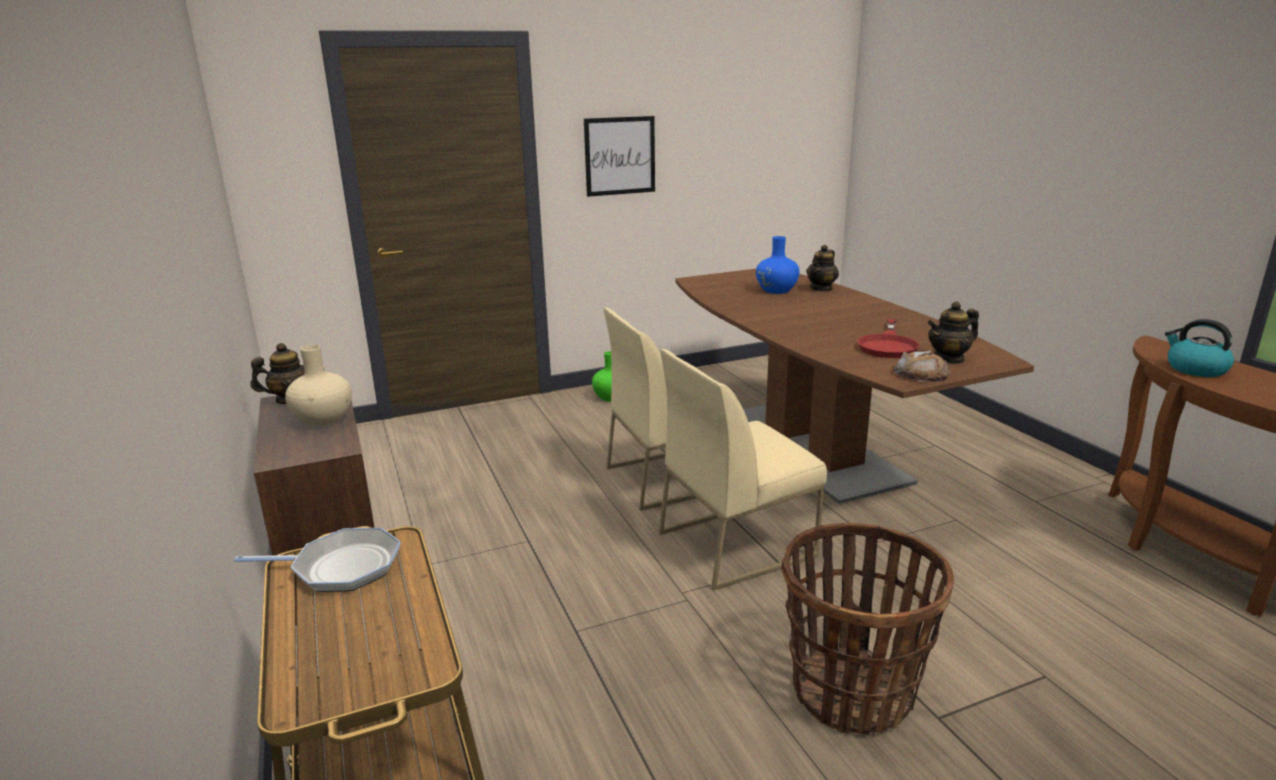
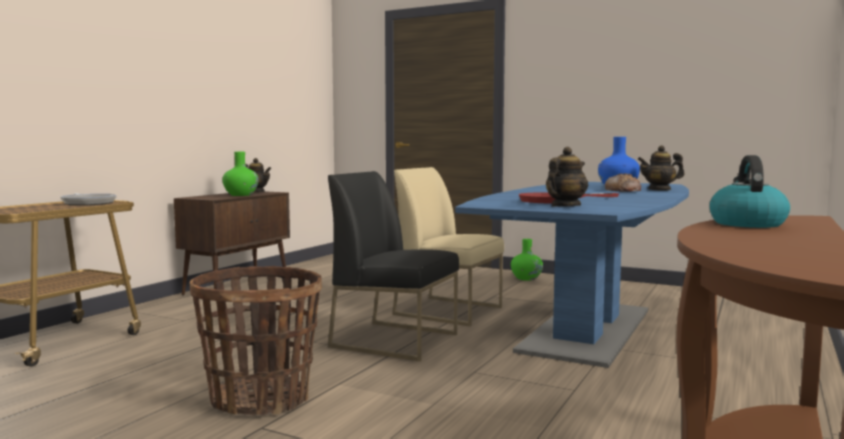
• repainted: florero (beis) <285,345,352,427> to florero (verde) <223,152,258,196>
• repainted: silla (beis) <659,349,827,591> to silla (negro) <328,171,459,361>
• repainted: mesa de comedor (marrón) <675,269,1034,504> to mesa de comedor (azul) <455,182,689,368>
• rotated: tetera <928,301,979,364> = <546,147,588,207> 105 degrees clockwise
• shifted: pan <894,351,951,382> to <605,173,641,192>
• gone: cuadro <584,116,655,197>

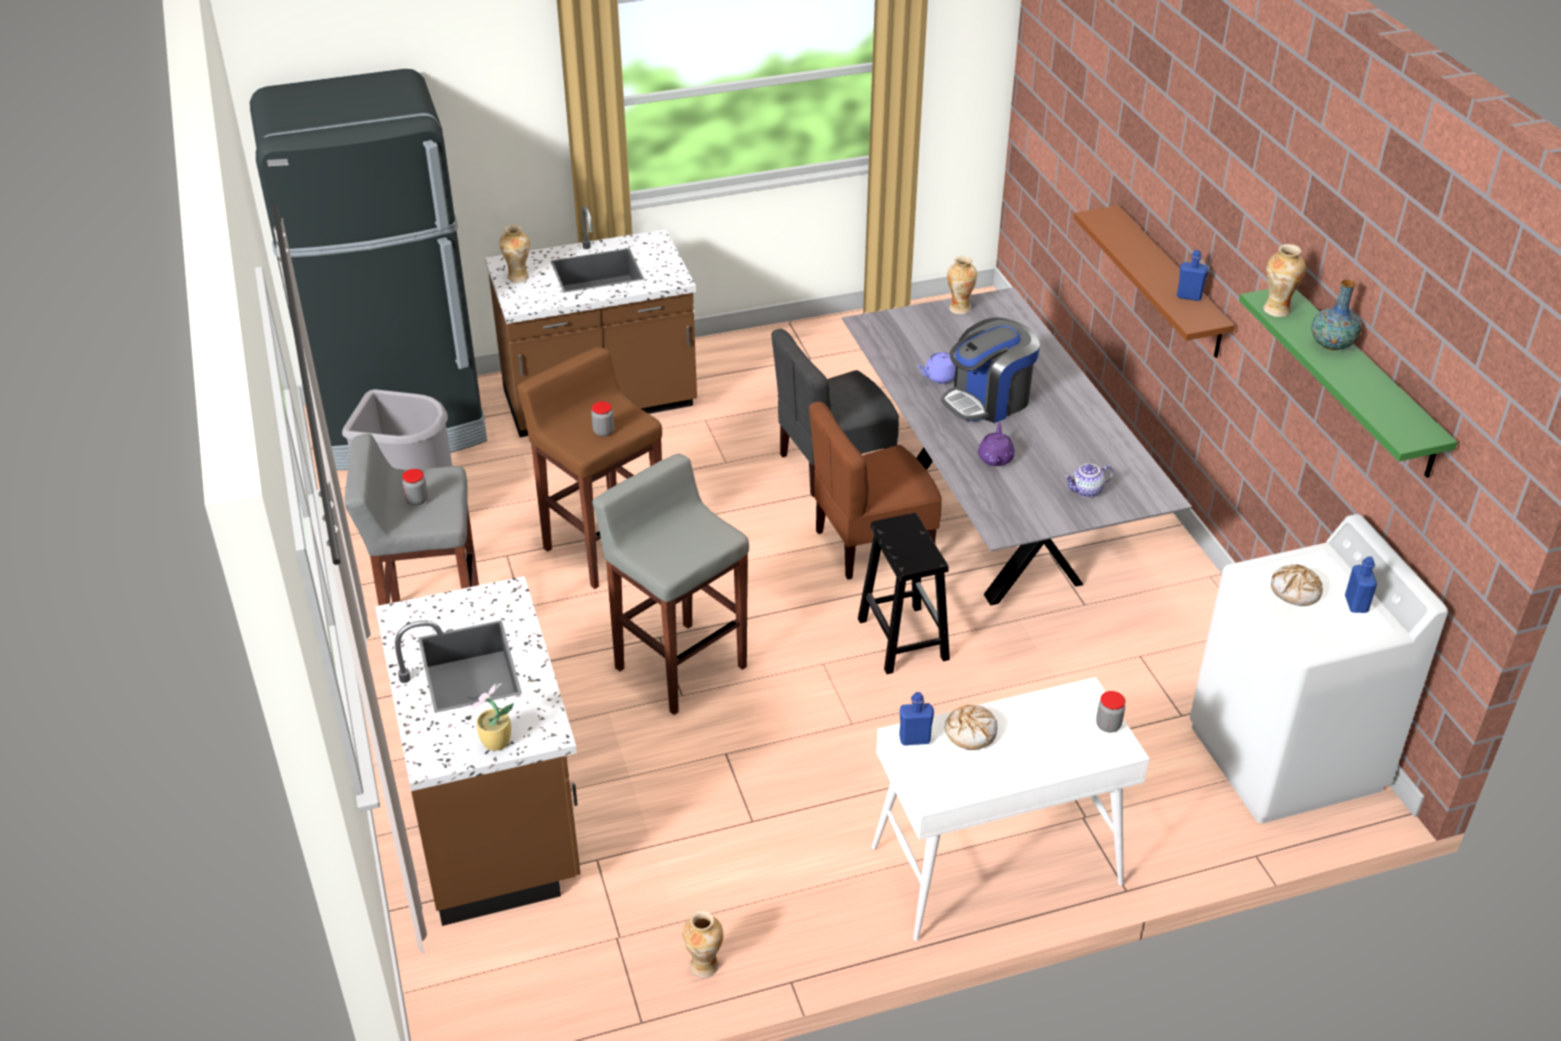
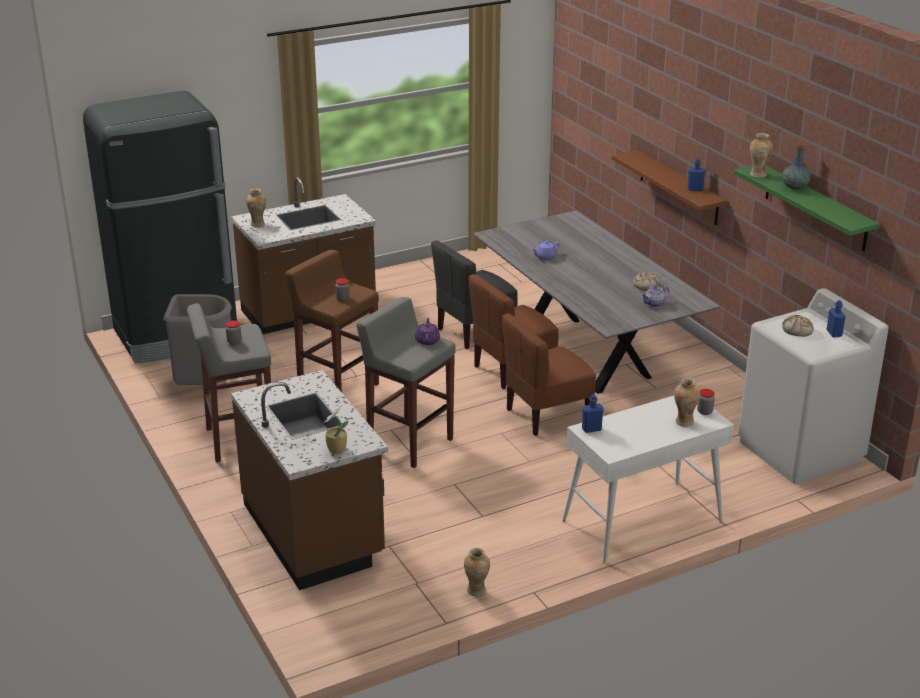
• shifted: tetera (morado) <978,422,1015,466> to <415,318,440,345>
• swapped: taburete (negro) <858,513,950,674> to silla (marrón) <502,313,596,436>
• shifted: pan <945,704,997,750> to <633,272,660,291>
• shifted: florero <947,256,977,314> to <674,378,700,427>
• gone: cafetera <941,317,1040,423>

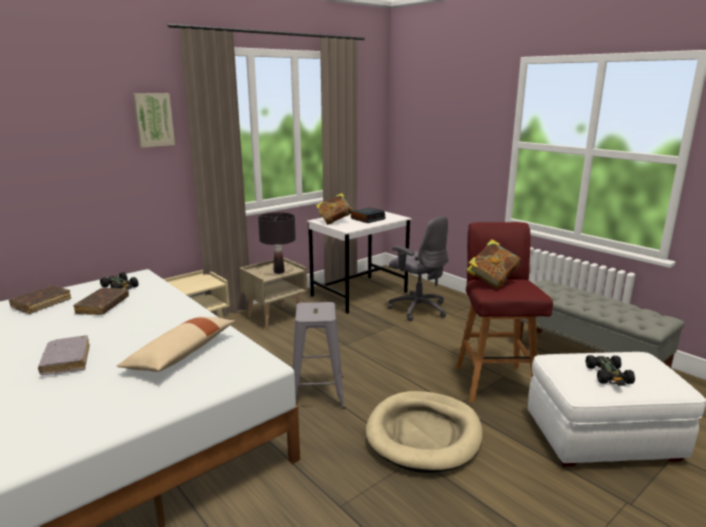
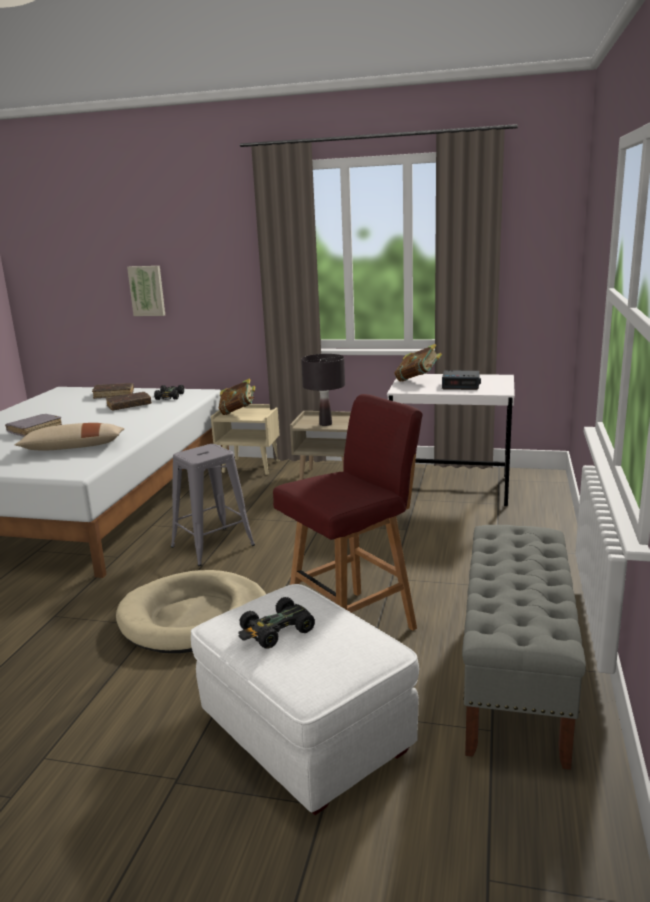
• shifted: cuadro <133,93,175,148> to <127,266,165,316>
• shifted: libro <466,239,521,288> to <219,378,255,415>
• gone: silla de oficina (gris) <388,216,449,321>

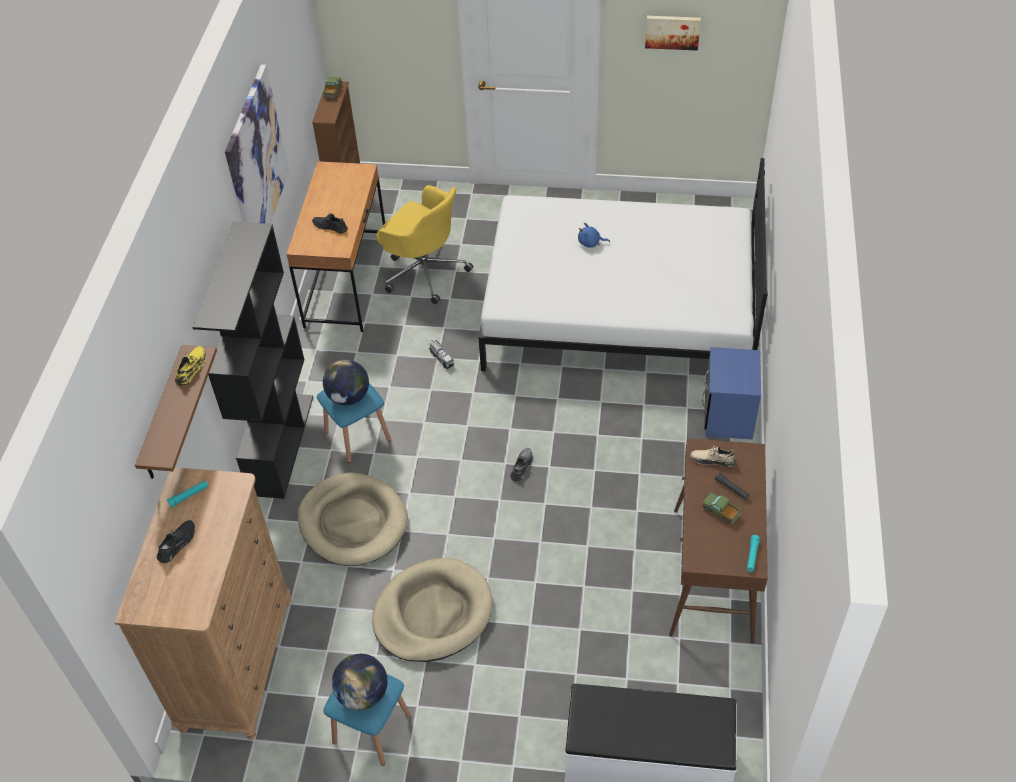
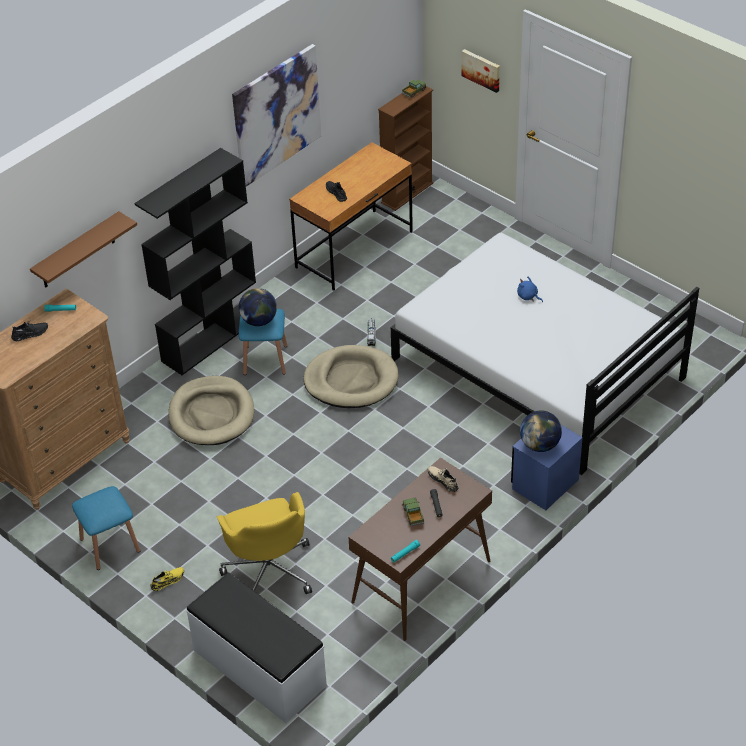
• shifted: zapato (amarillo) <175,346,206,385> to <150,567,184,591>
• shifted: silla de oficina (amarillo) <376,185,473,304> to <217,492,312,594>
• shifted: cama para perro (beis) <372,558,493,662> to <304,345,399,408>
• shifted: cuadro <645,16,701,51> to <462,49,500,93>
• shifted: globo terráqueo <332,654,388,710> to <520,410,562,452>
• gone: zapato (gris) <510,448,533,481>

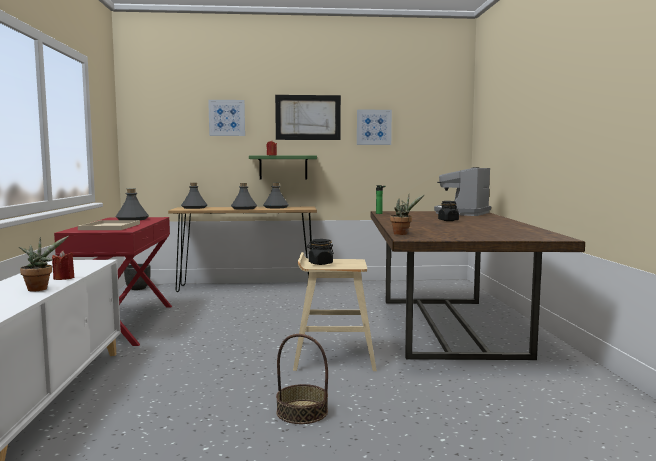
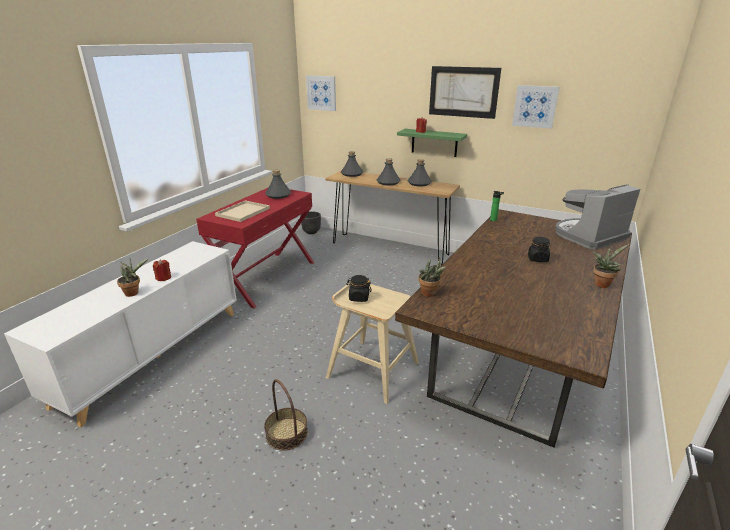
• shifted: cuadro <208,100,245,136> to <306,75,336,111>
• new: planta en maceta <592,244,629,288>

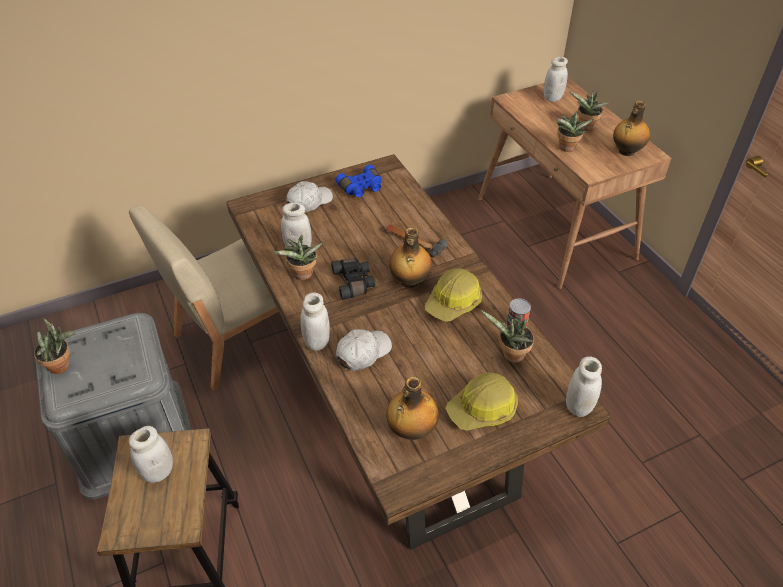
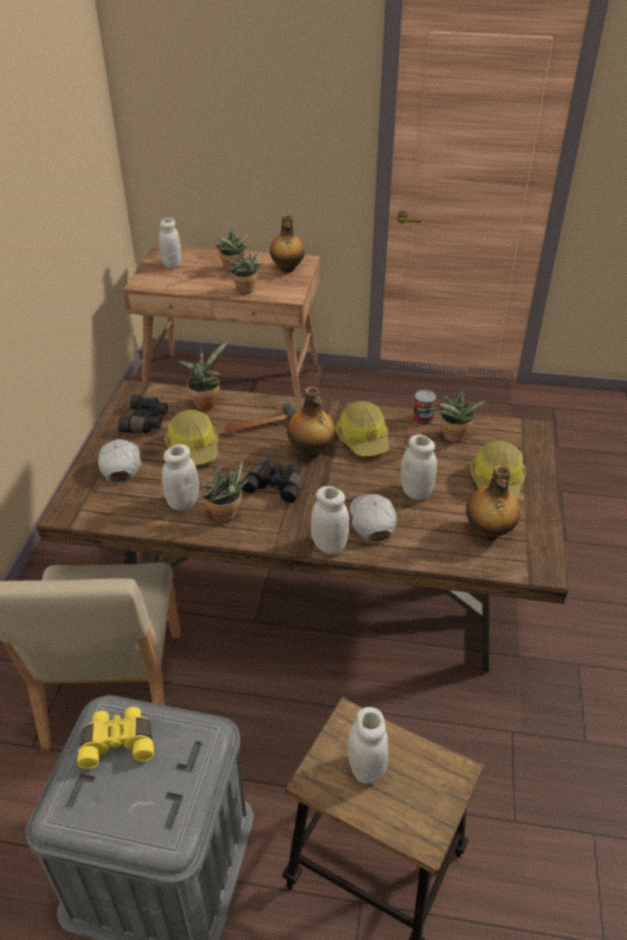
• new: prismáticos (amarillo) <77,707,154,769>
• repainted: prismáticos (azul) <335,165,382,197> to prismáticos (negro) <118,395,168,433>
• new: casco <164,410,218,465>
• shifted: planta en maceta <34,318,76,374> to <178,341,229,411>
• shifted: tarro (blanco) <566,356,602,417> to <401,435,437,500>

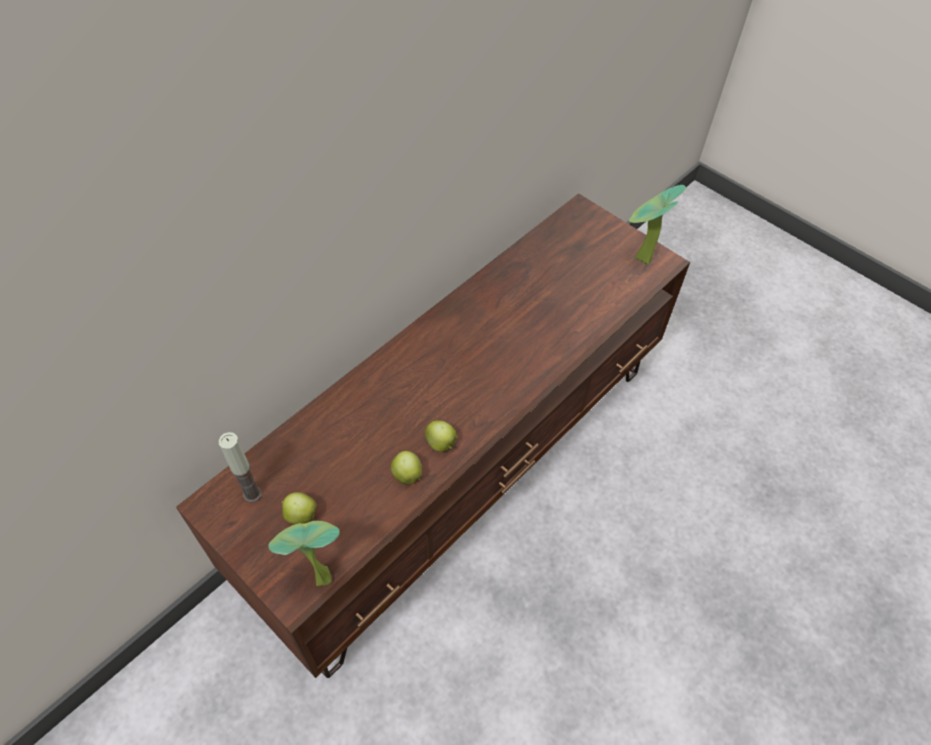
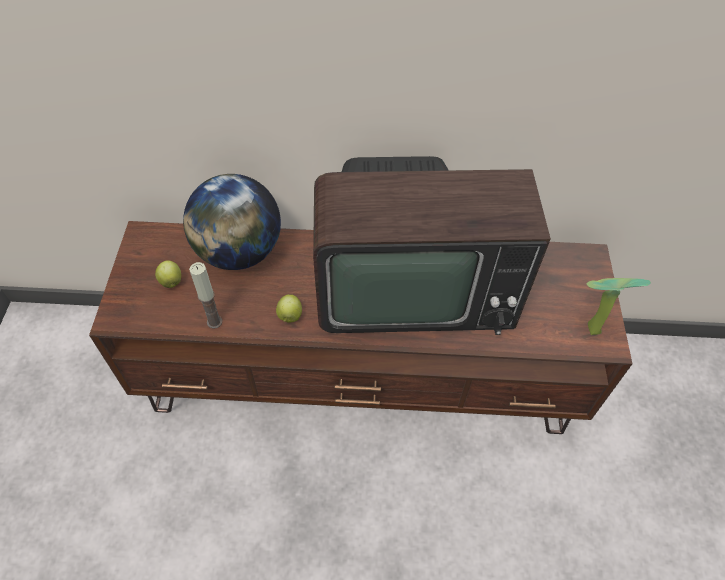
• new: globo terráqueo <183,174,281,270>
• shifted: vela <218,432,262,503> to <189,262,222,329>
• new: televisor <313,156,551,335>
• gone: planta en maceta <268,521,340,586>
• gone: manzana <391,451,422,485>

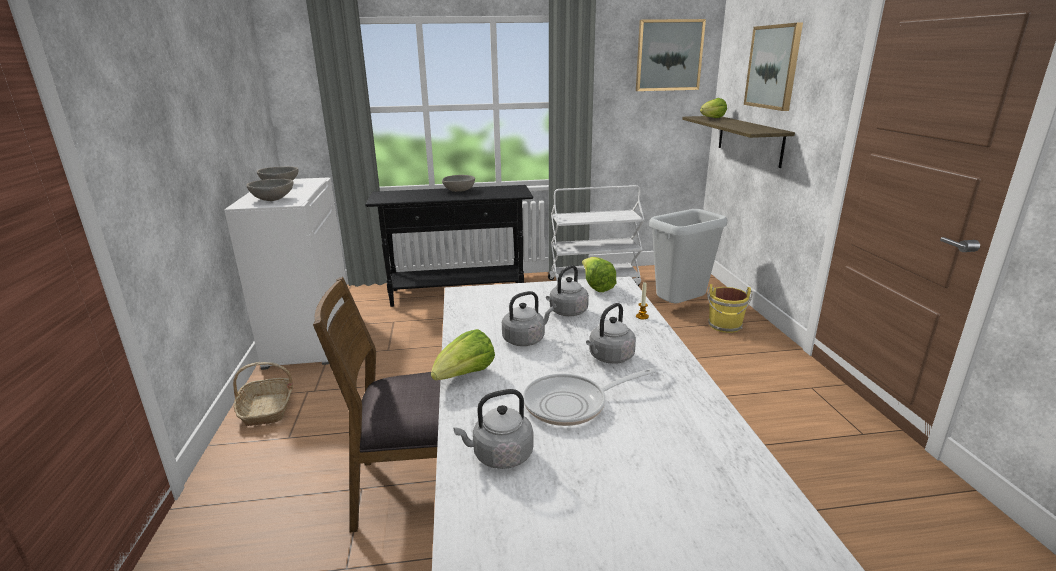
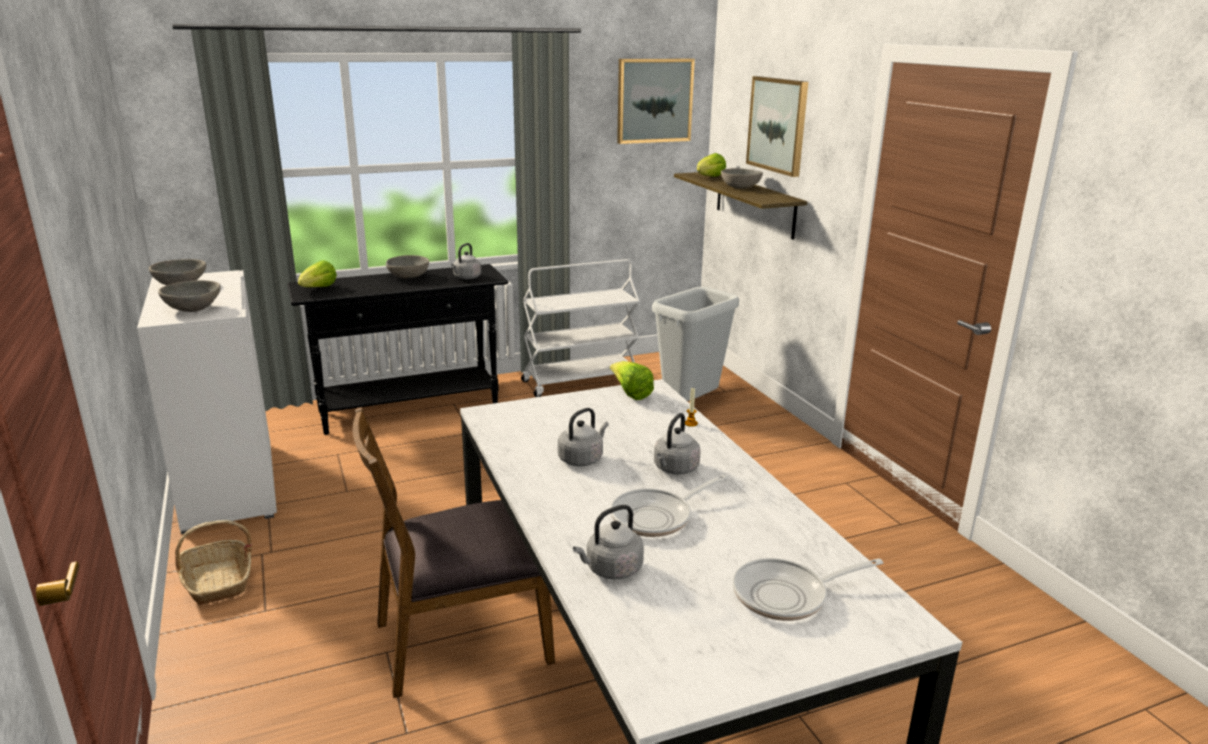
• shifted: lechuga <431,329,495,380> to <298,260,337,287>
• shifted: hervidor (gris) <546,265,589,316> to <451,243,481,279>
• new: cuenco (gris) <721,168,763,189>
• new: sartén <733,558,883,621>
• gone: cubo (amarillo) <707,284,753,333>

